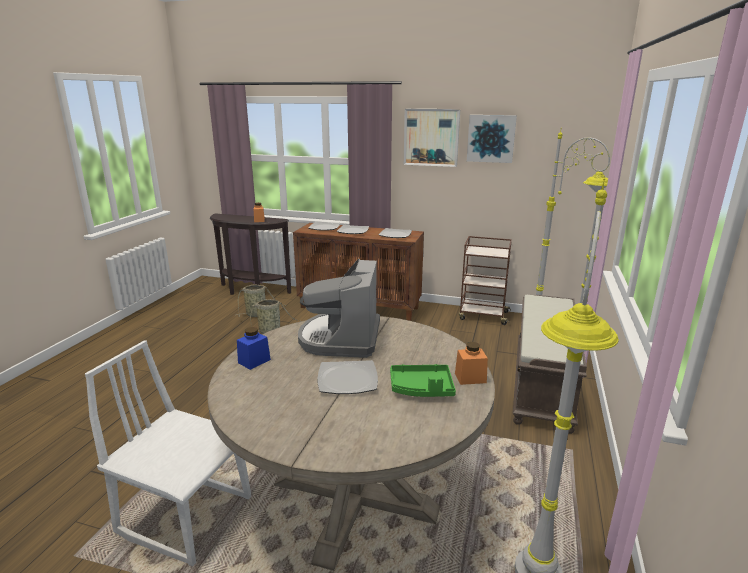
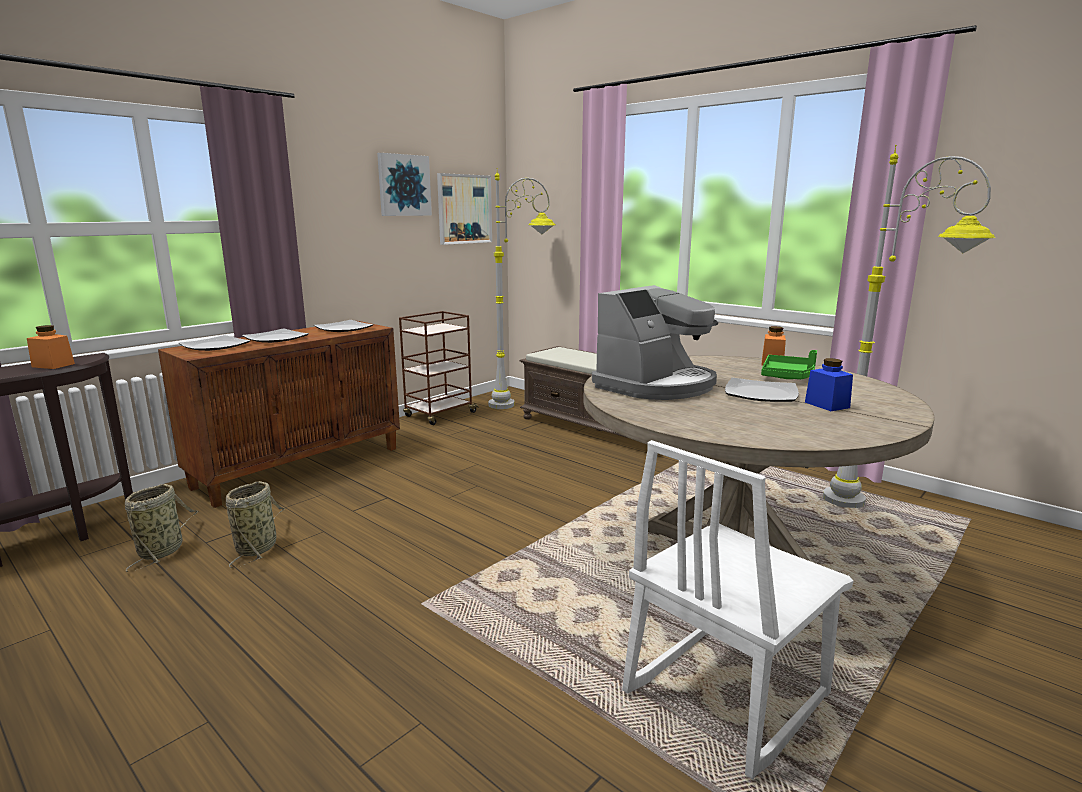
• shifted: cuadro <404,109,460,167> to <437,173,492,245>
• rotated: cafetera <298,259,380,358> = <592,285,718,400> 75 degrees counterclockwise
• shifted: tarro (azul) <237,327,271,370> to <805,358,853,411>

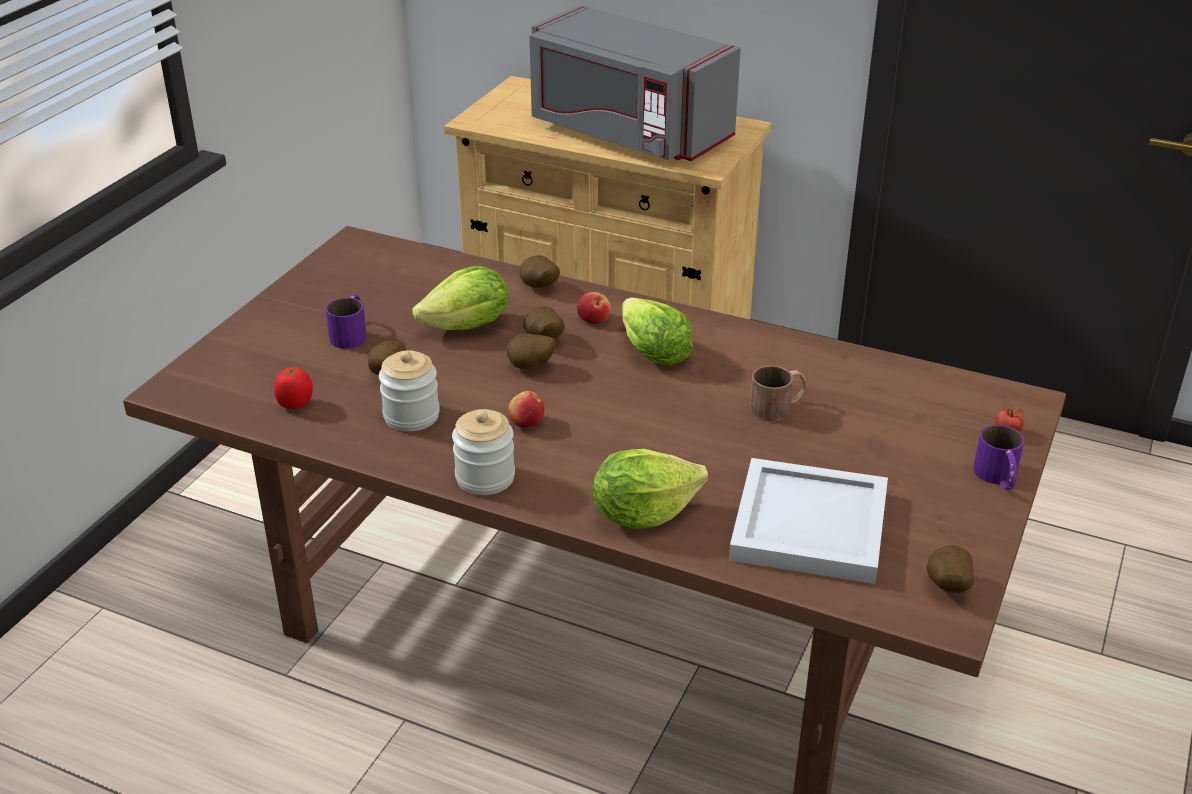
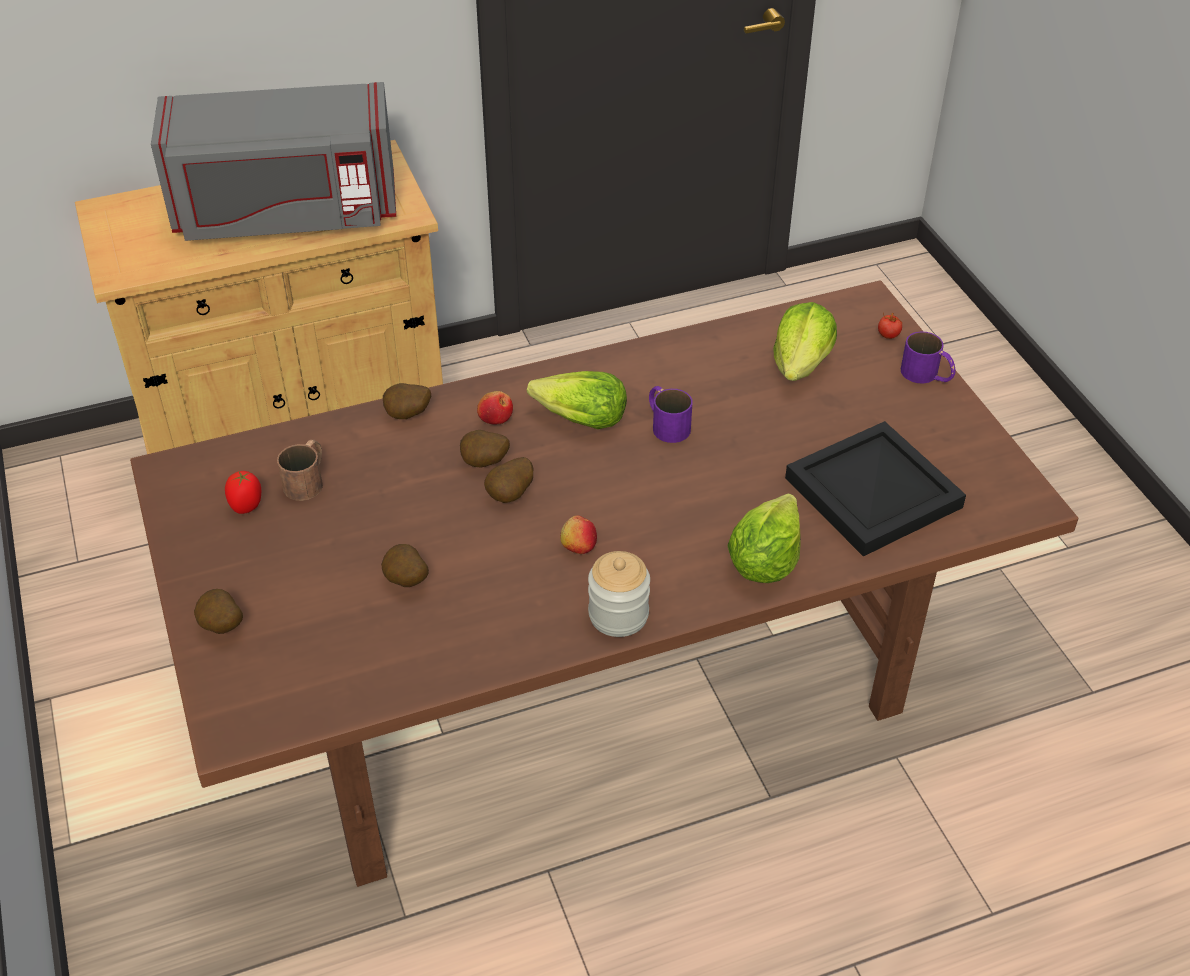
• shifted: patata <927,545,974,593> to <194,589,243,634>
• shifted: tomate <274,367,313,409> to <225,471,261,514>
• shifted: taza grande (marrón) <750,366,807,422> to <277,440,323,501>
• shifted: taza grande (morado) <325,294,367,349> to <649,386,693,443>
• shifted: lechuga <412,266,509,330> to <773,302,837,381>
• repainted: bandeja (blanco) <729,458,888,584> to bandeja (negro) <785,421,966,556>
• gone: tarro <379,351,440,431>

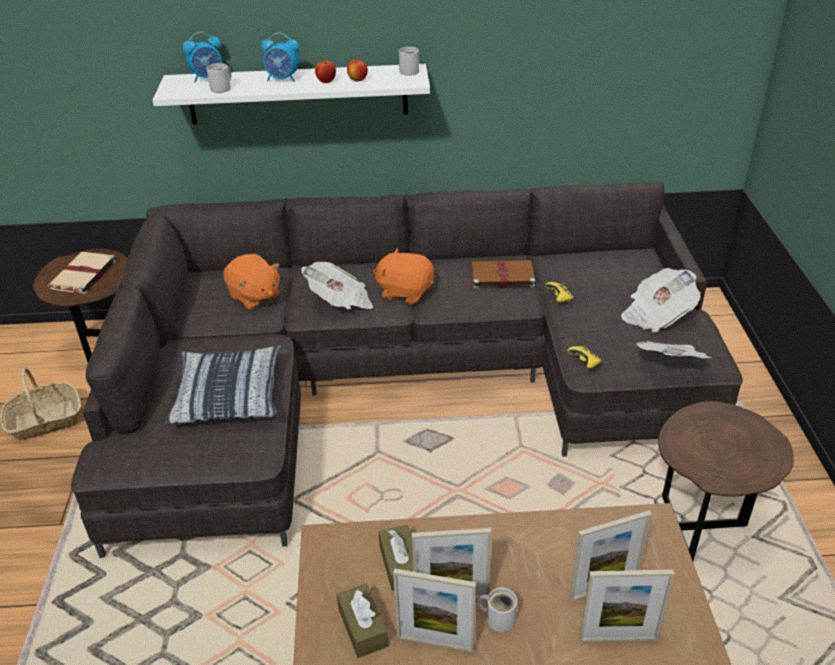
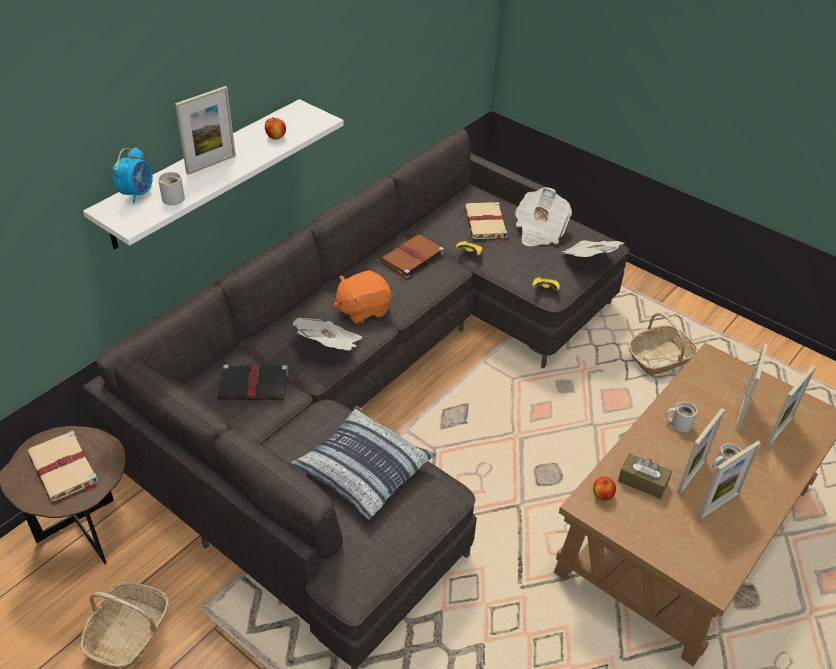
• swapped: despertador <261,33,299,82> to portarretratos <175,86,236,175>
• swapped: peluche (naranja) <223,254,280,310> to libro (negro) <218,364,293,400>
• new: libro (beis) <465,202,507,242>
• shifted: manzana <315,59,336,83> to <593,476,616,501>
• swapped: mesa auxiliar (marrón) <658,401,794,561> to cesta <628,313,698,375>
• shifted: taza grande (blanco) <399,47,419,76> to <666,402,697,432>
• gone: caja de pañuelos (marrón) <337,584,388,658>

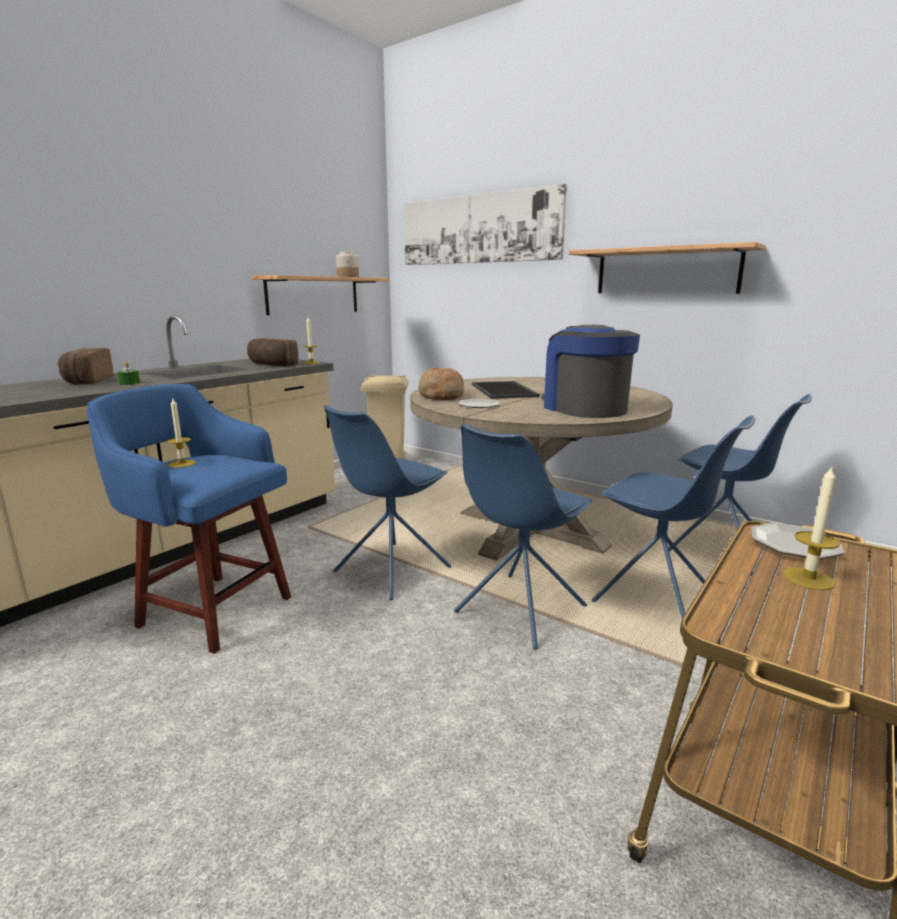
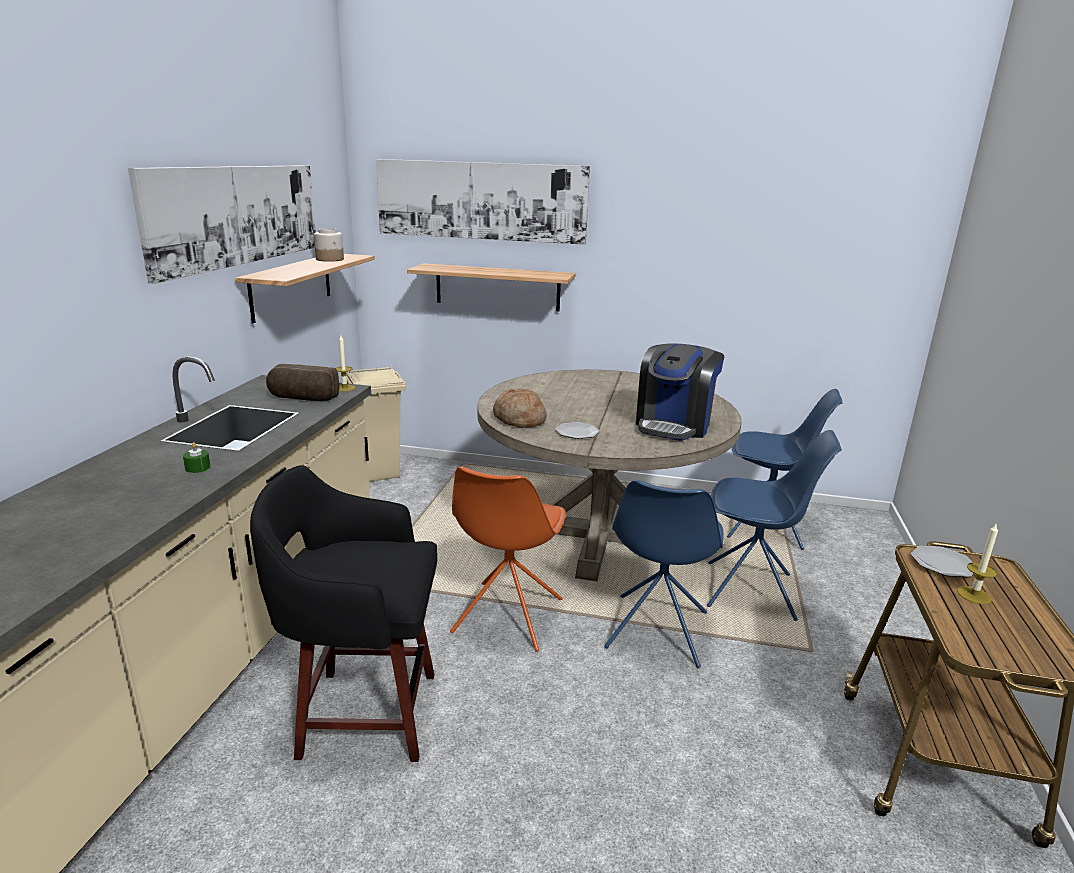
• new: cuadro <128,165,316,284>
• repainted: taburete (azul) <87,384,291,654> to taburete (negro) <250,465,437,762>
• shifted: estante <569,242,766,294> to <407,263,576,311>
• repainted: silla (azul) <323,405,452,600> to silla (naranja) <450,467,566,652>
• rotated: cafetera <541,325,640,418> = <636,343,724,441> 105 degrees counterclockwise
• gone: pan <58,348,113,384>
• gone: vela <167,398,196,468>
• gone: bandeja <472,381,540,399>

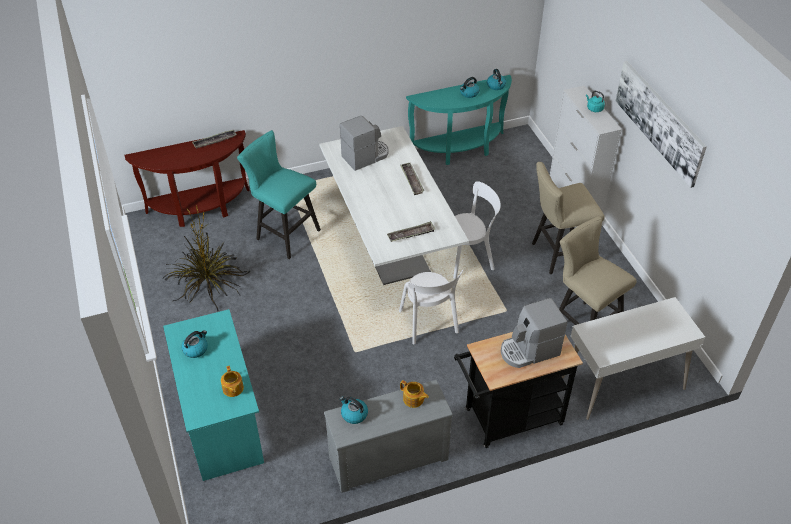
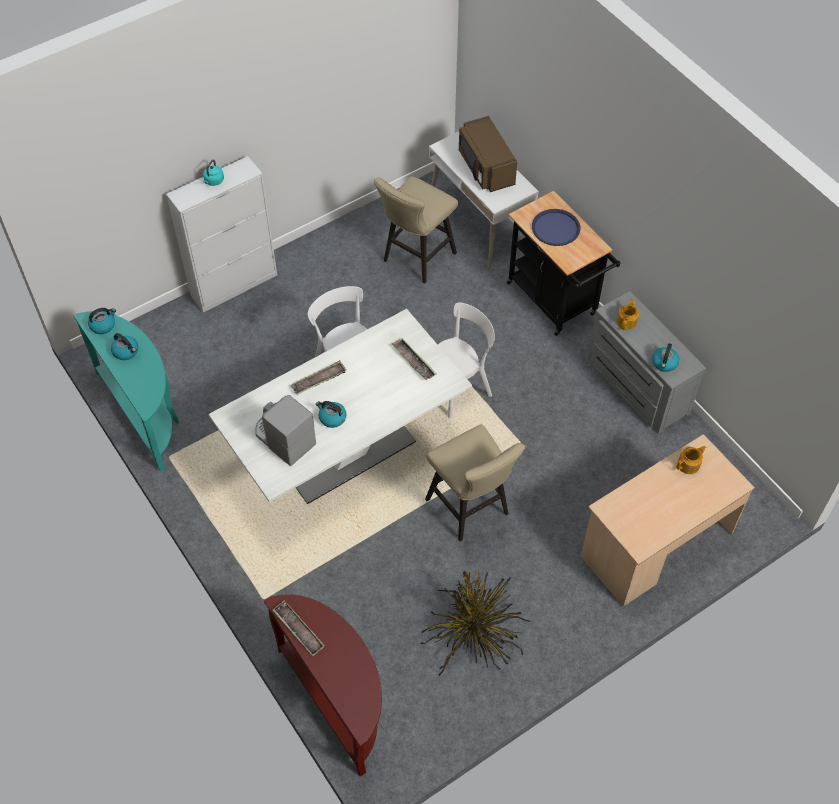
• shifted: hervidor <181,330,208,358> to <316,401,347,428>
• shifted: taburete (beis) <532,162,604,274> to <425,424,525,541>
• new: microondas (marrón) <459,116,517,192>
• swapped: cafetera <501,298,567,368> to bandeja (azul) <532,209,580,246>
• repainted: escritorio (turquesa) <163,309,264,481> to escritorio (beis) <581,434,755,607>
• gone: taburete (turquesa) <237,130,321,259>
• gone: cuadro <616,61,707,188>

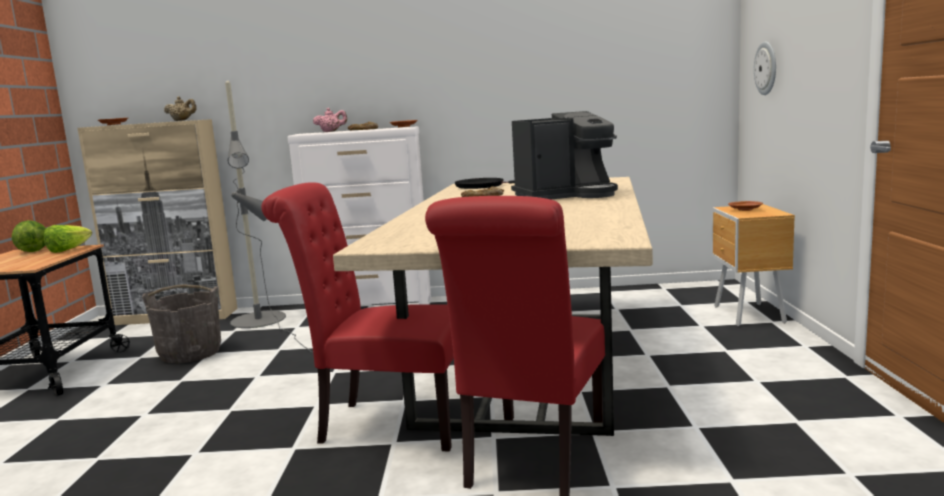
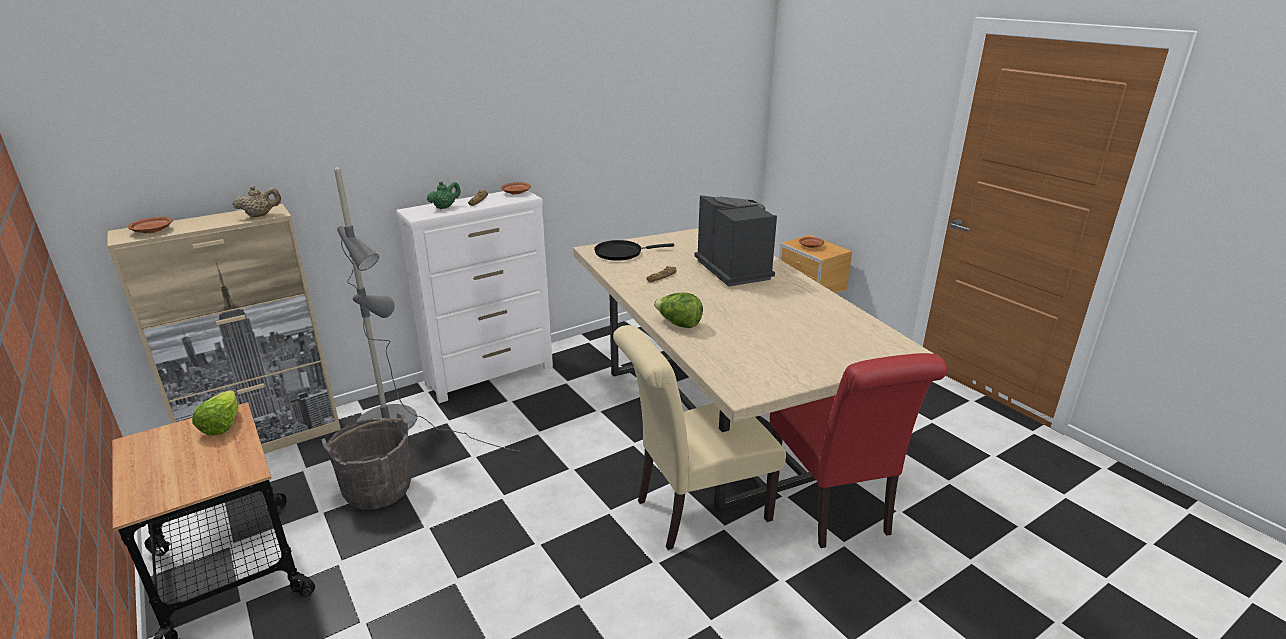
• repainted: tetera (rosa) <313,108,347,132> to tetera (verde) <427,181,461,209>
• repainted: silla (rojo) <261,182,454,452> to silla (beis) <613,325,786,550>
• shifted: lechuga <12,220,46,252> to <654,293,703,328>
• rotated: cafetera <511,111,618,199> = <694,195,777,287> 60 degrees counterclockwise
• gone: reloj de pared <754,42,776,95>

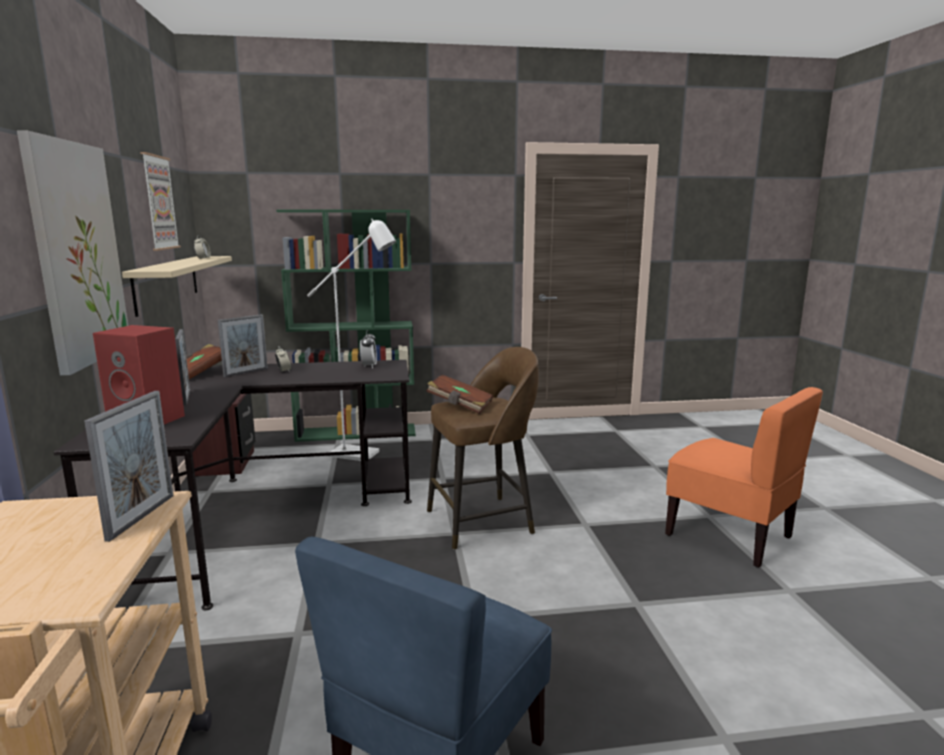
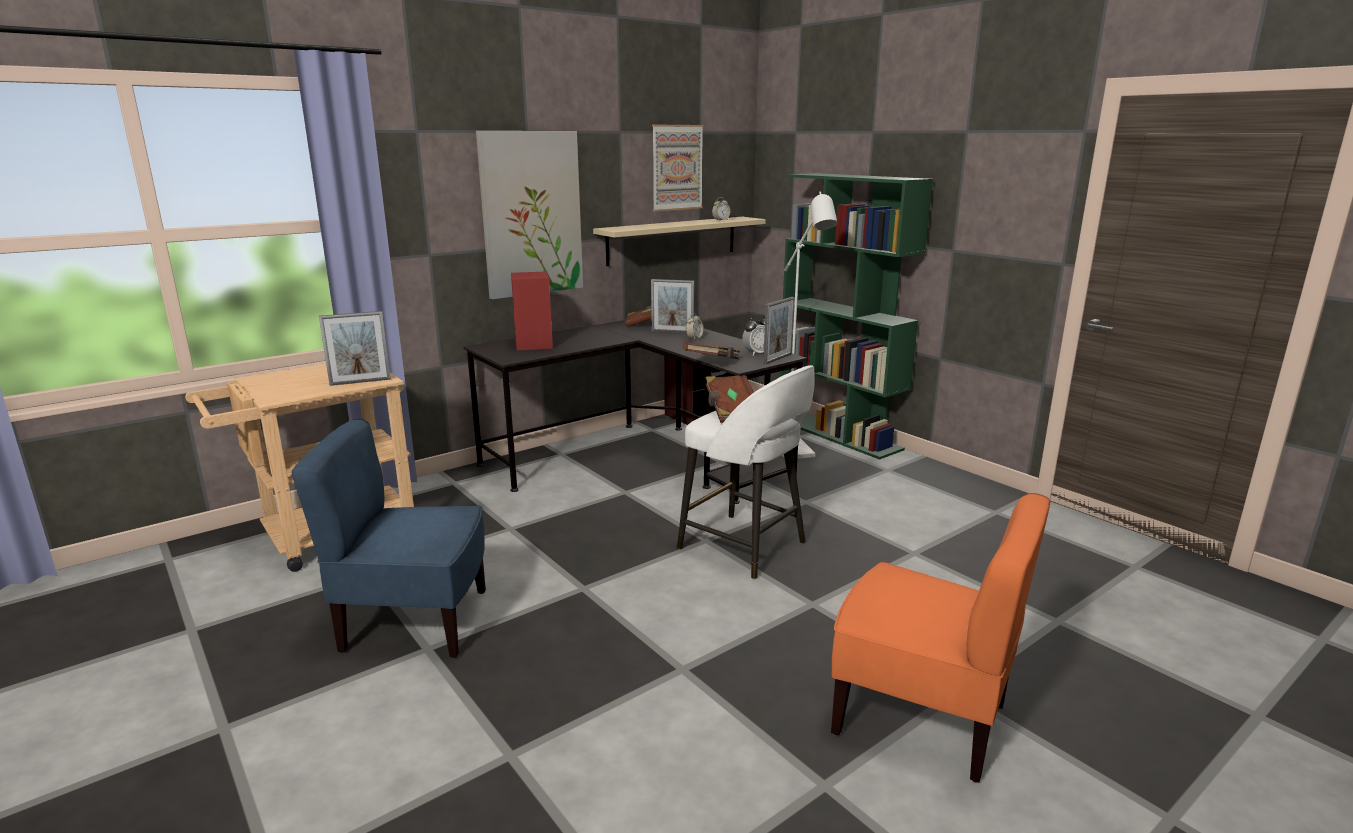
• repainted: taburete (marrón) <427,347,539,550> to taburete (blanco) <677,365,815,579>
• new: libro (marrón) <683,343,740,359>
• shifted: portarretratos <175,329,190,406> to <763,297,795,365>
• rotated: silla (naranja) <665,387,823,568> = <831,493,1051,783> 75 degrees counterclockwise

